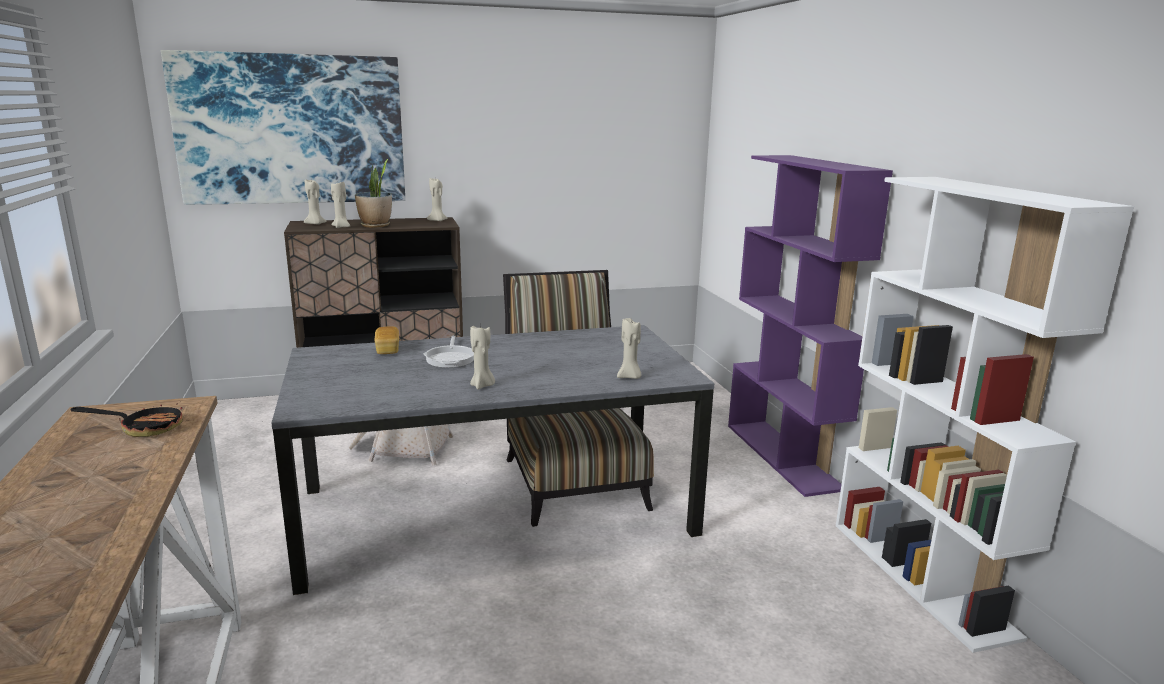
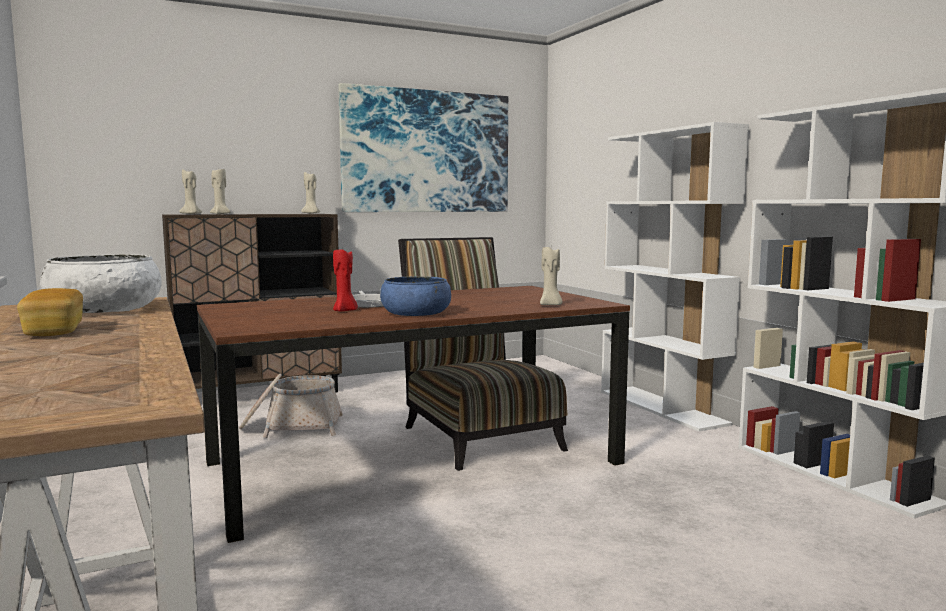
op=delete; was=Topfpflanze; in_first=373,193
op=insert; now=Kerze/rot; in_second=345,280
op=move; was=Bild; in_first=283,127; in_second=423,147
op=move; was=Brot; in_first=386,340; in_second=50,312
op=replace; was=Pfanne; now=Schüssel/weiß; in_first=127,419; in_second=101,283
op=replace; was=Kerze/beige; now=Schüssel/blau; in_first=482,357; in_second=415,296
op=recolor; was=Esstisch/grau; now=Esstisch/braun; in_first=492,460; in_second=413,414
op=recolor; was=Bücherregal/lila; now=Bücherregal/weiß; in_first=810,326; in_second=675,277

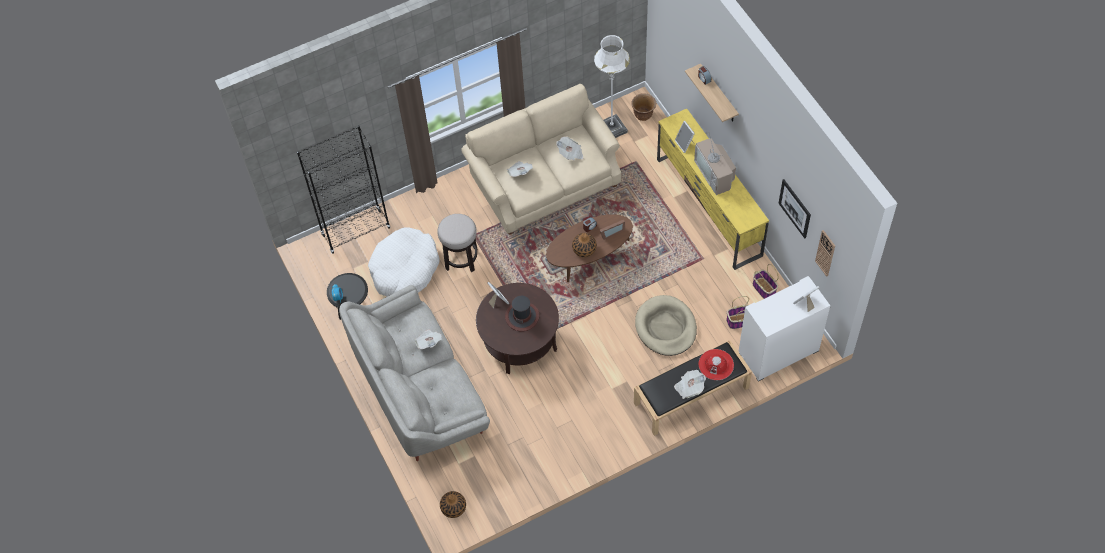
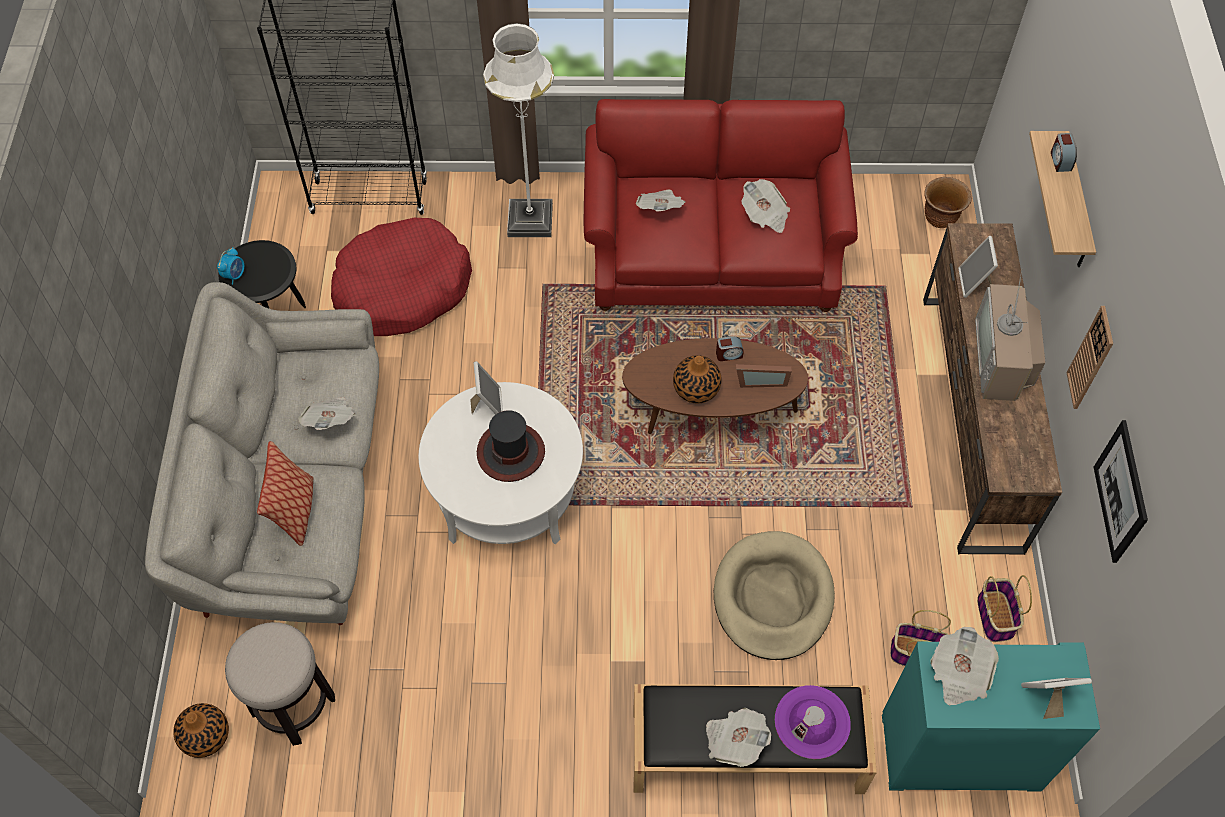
op=insert; now=Kissen; in_second=285,493
op=insert; now=Zeitung; in_second=965,666
op=move; was=Hocker; in_first=457,243; in_second=280,684
op=move; was=Stehlampe/weiß; in_first=612,86; in_second=518,130
op=move; was=Wanduhr; in_first=825,253; in_second=1090,357
op=recolor; was=Hundebett/weiß; now=Hundebett/rot; in_first=404,262; in_second=401,277
op=recolor; was=Sofa/beige; now=Sofa/rot; in_first=541,159; in_second=721,205
op=recolor; was=Couchtisch/braun; now=Couchtisch/weiß; in_first=517,328; in_second=500,463
op=recolor; was=Fernsehschrank/gelb; now=Fernsehschrank/braun; in_first=713,189; in_second=992,389
op=recolor; was=Hut/rot; now=Hut/lila; in_first=716,364; in_second=813,722
op=recolor; was=Schrank/weiß; now=Schrank/türkis; in_first=784,329; in_second=991,717

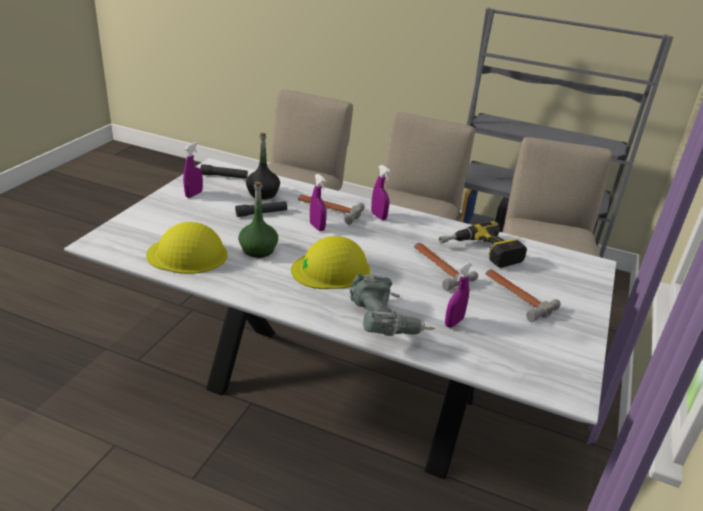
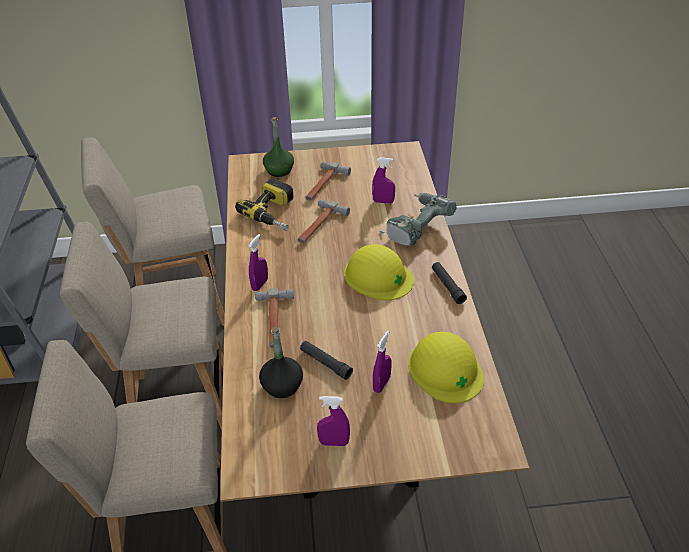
op=move; was=Taschenlampe/schwarz; in_first=224,171; in_second=449,283
op=move; was=Flasche/grün; in_first=258,220; in_second=278,147
op=move; was=Sprühflasche/lila; in_first=318,202; in_second=382,362
op=recolor; was=Esstisch/weiß; now=Esstisch/braun; in_first=340,318; in_second=375,321

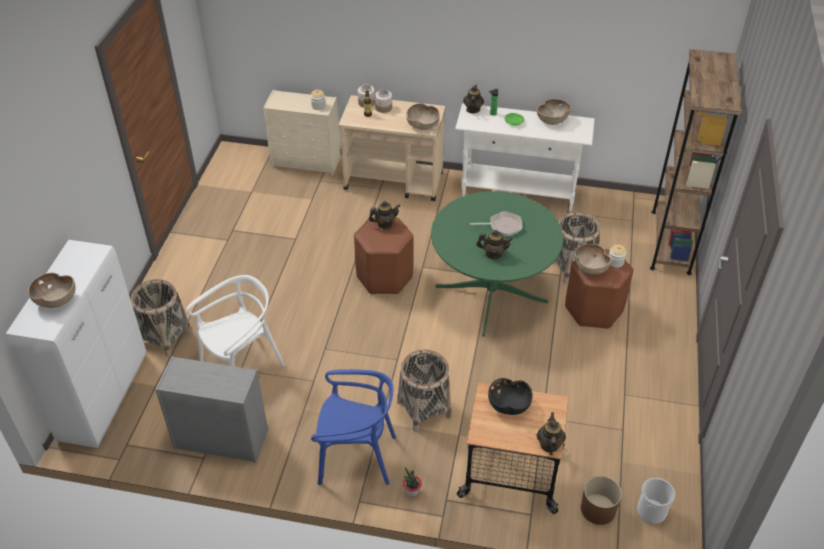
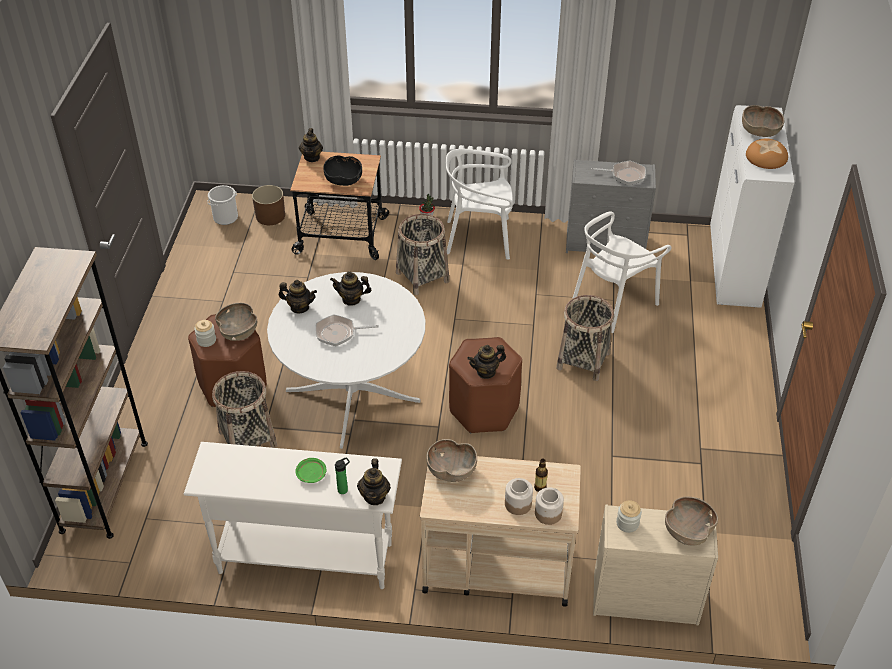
op=insert; now=Teekanne; in_second=298,296
op=insert; now=Pfanne; in_second=618,172
op=insert; now=Brot; in_second=767,154
op=move; was=Korb; in_first=161,318; in_second=585,338
op=move; was=Schüssel/braun; in_first=554,112; in_second=691,521
op=recolor; was=Stuhl/blau; now=Stuhl/weiß; in_first=353,427; in_second=479,204
op=recolor; was=Esstisch/grün; now=Esstisch/weiß; in_first=497,264; in_second=346,360

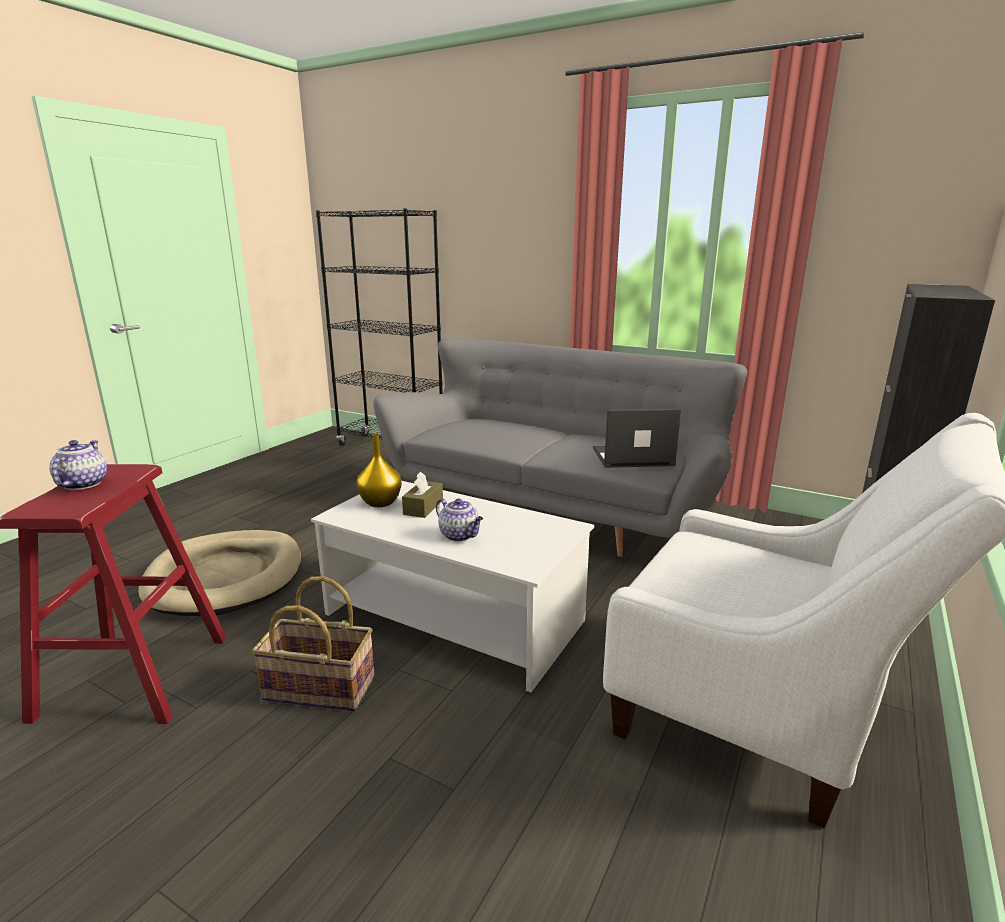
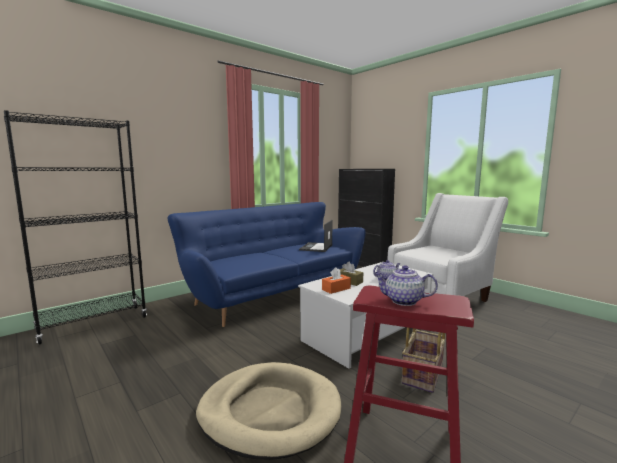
op=replace; was=Vase/gelb; now=Taschentuchbox/orange; in_first=379,470; in_second=336,280
op=recolor; was=Sofa/grau; now=Sofa/blau; in_first=560,447; in_second=266,264

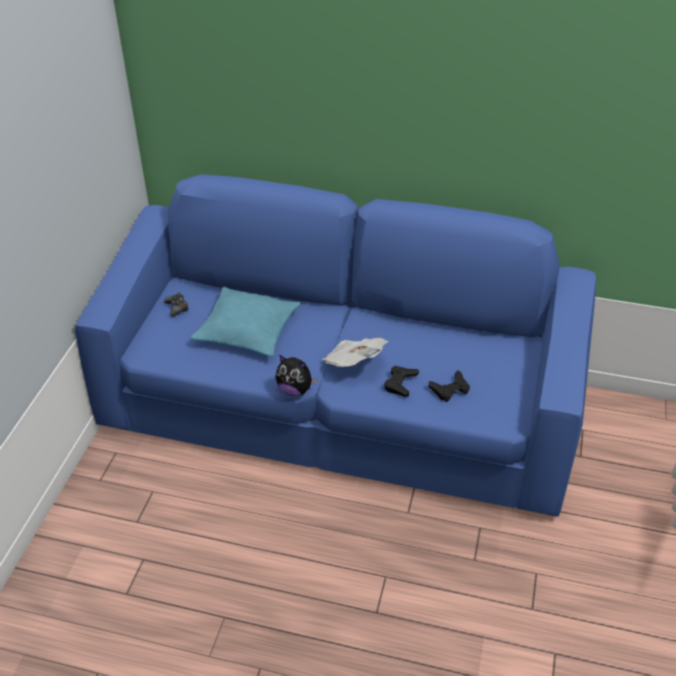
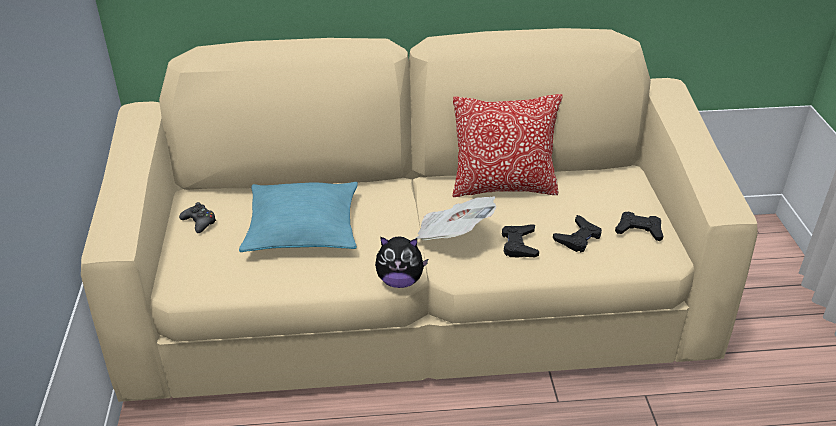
op=insert; now=Kissen; in_second=507,145
op=insert; now=Gamepad/schwarz; in_second=639,226
op=recolor; was=Sofa/blau; now=Sofa/beige; in_first=335,345; in_second=419,215

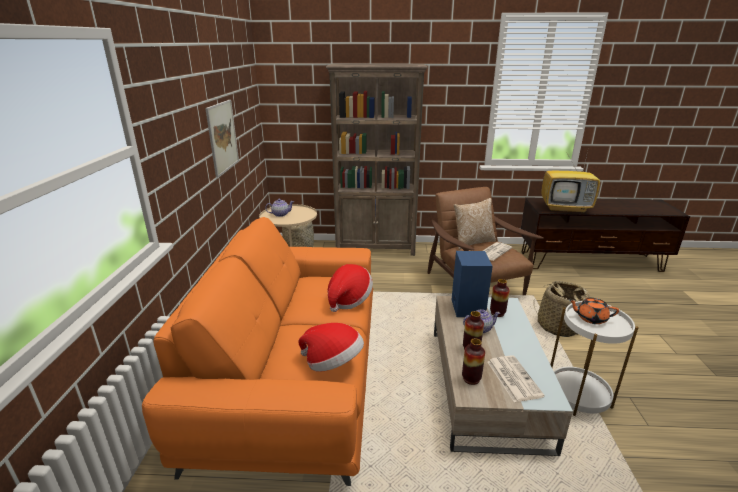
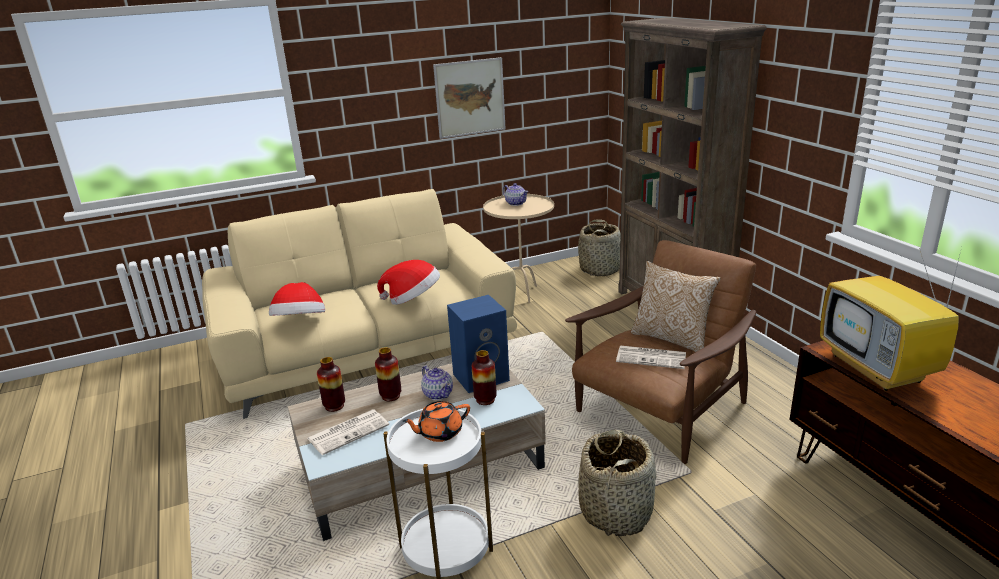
op=recolor; was=Sofa/orange; now=Sofa/beige; in_first=257,351; in_second=359,304
op=rotate; was=Teekanne/orange; in_first=593,311; in_second=436,421; clockwise=-105

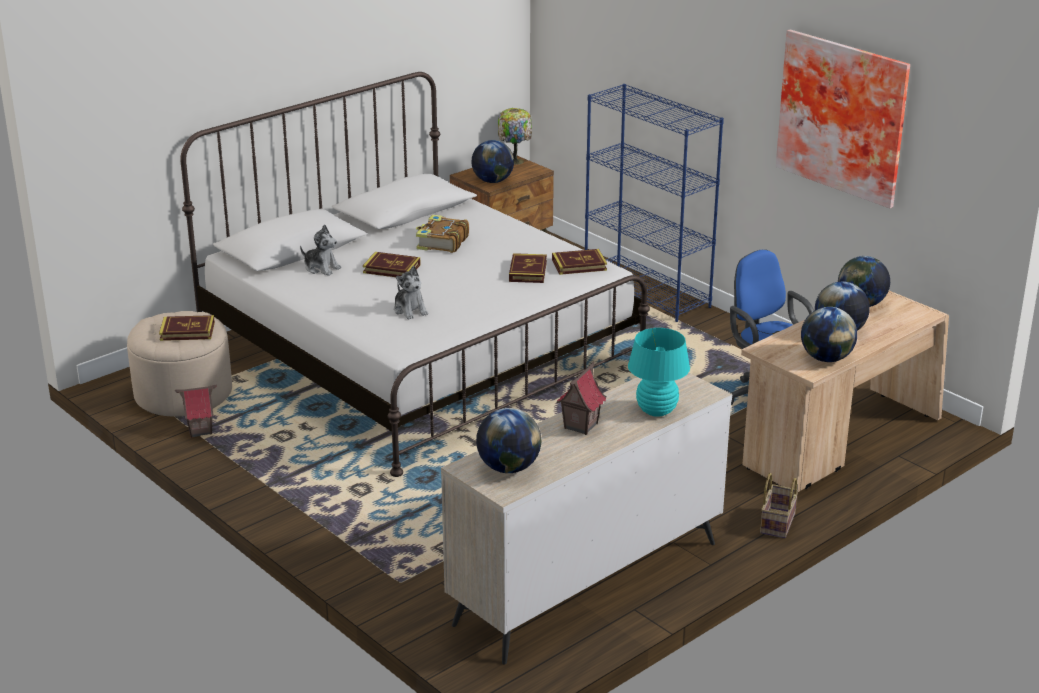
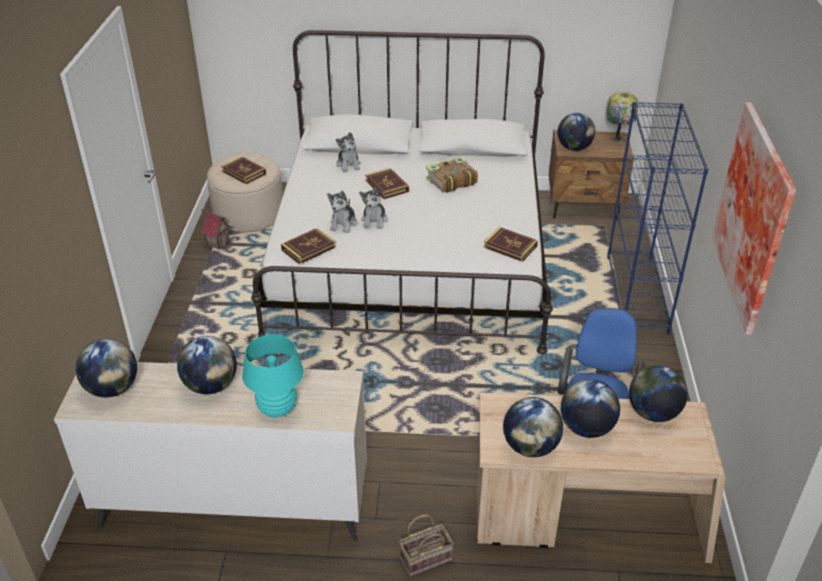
op=insert; now=Plüschtier; in_second=373,208
op=move; was=Buch; in_first=528,268; in_second=308,246
op=replace; was=Spielzeughaus; now=Globus; in_first=581,398; in_second=207,365

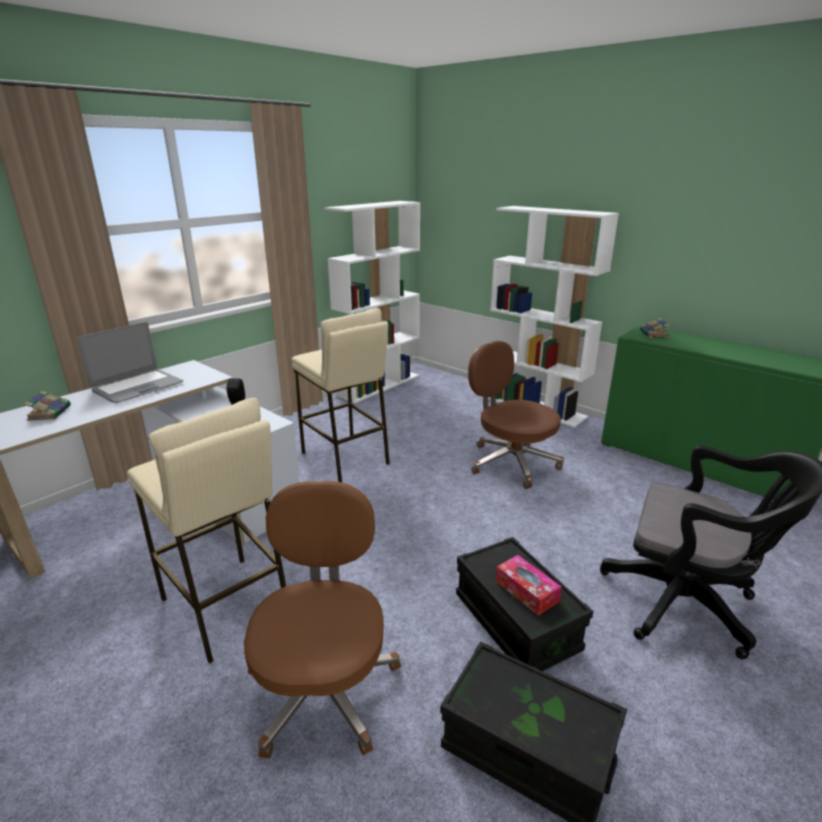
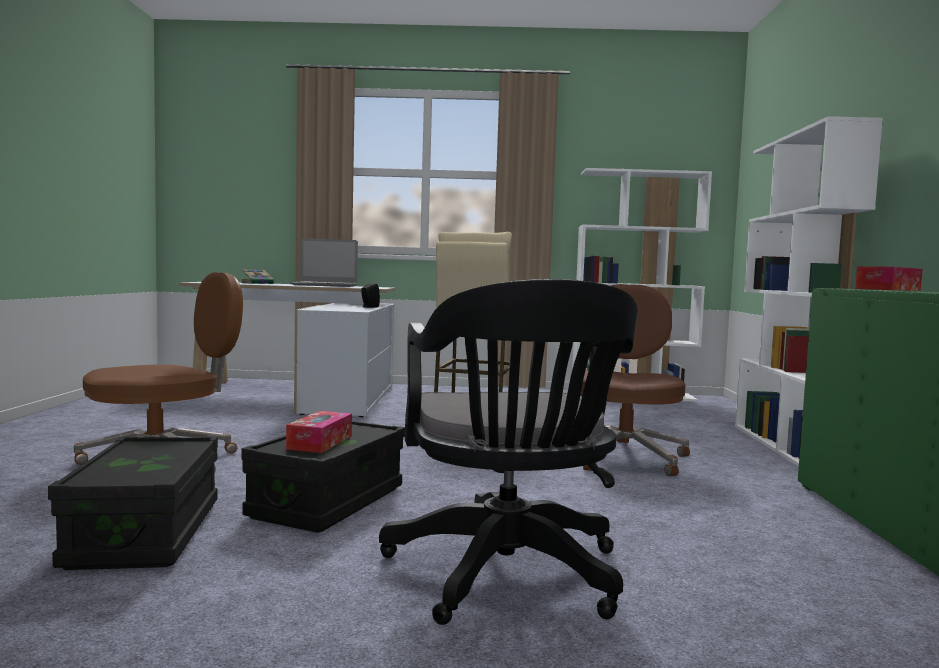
op=delete; was=Hocker/beige; in_first=206,531
op=replace; was=Buch; now=Taschentuchbox; in_first=655,328; in_second=889,278

